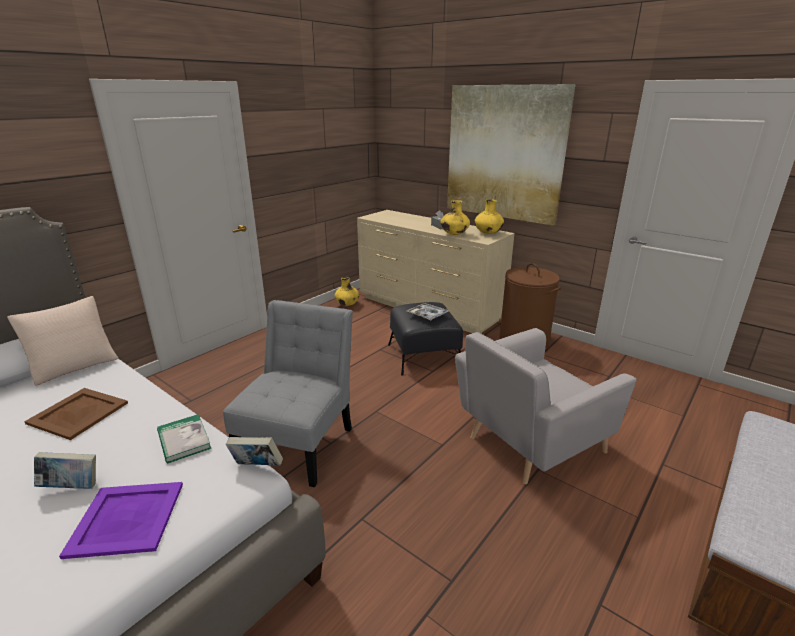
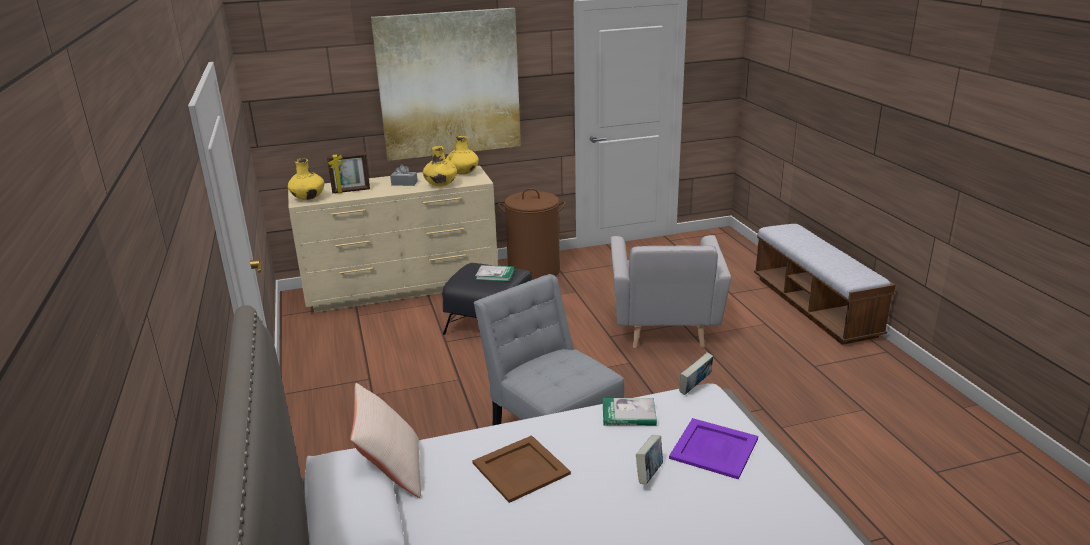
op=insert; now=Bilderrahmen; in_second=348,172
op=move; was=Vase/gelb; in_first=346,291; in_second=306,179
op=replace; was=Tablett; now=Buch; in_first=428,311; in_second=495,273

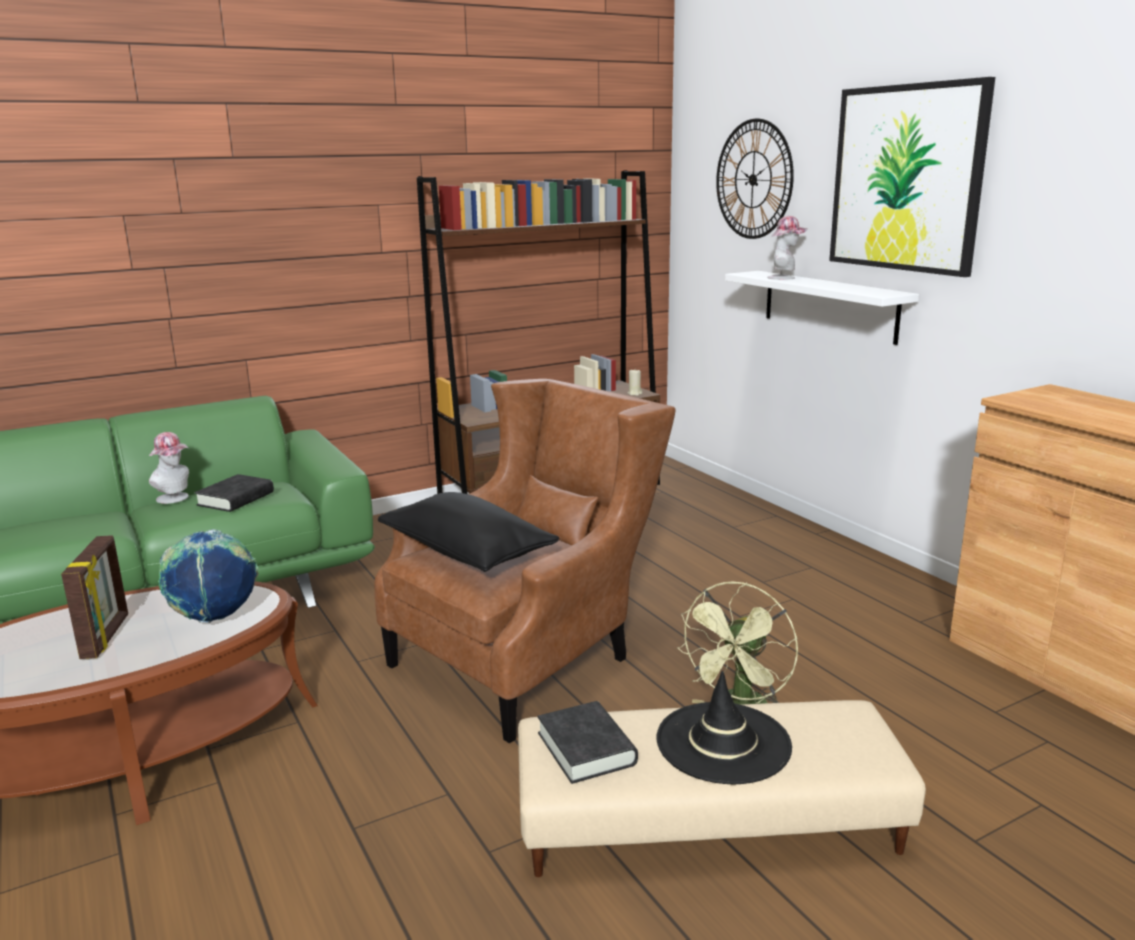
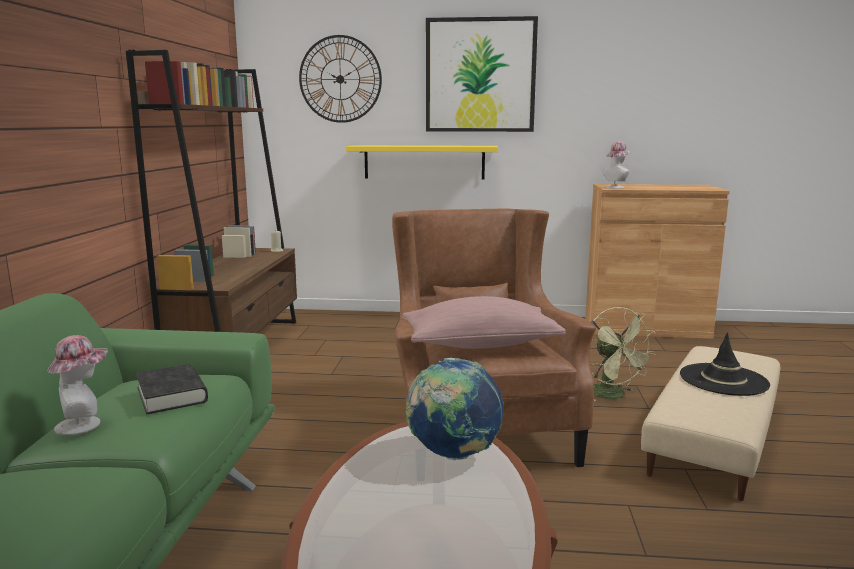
op=delete; was=Bilderrahmen; in_first=94,597
op=delete; was=Buch/schwarz; in_first=588,742
op=move; was=Hut; in_first=788,248; in_second=616,165
op=recolor; was=Kissen/schwarz; now=Kissen/rosa; in_first=468,532; in_second=484,322
op=recolor; was=Wandregal/weiß; now=Wandregal/gelb; in_first=822,308; in_second=422,162

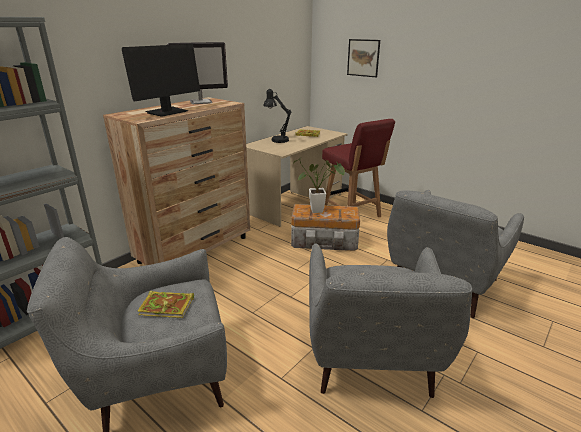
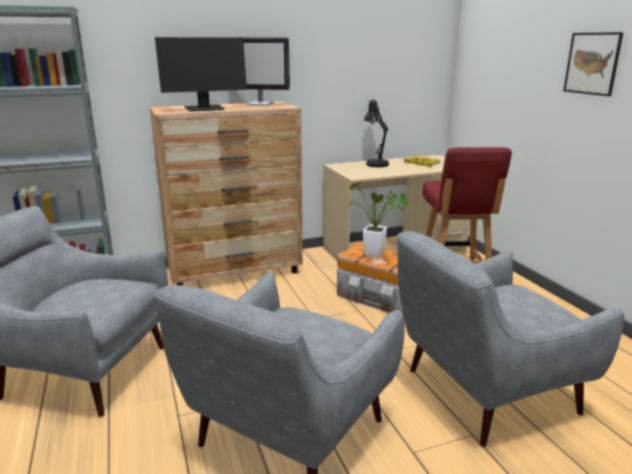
op=delete; was=Buch; in_first=166,304
op=move; was=Bild; in_first=363,58; in_second=593,64

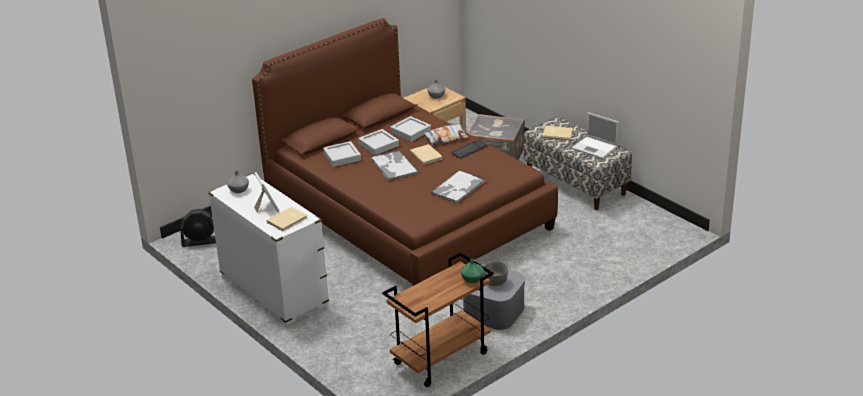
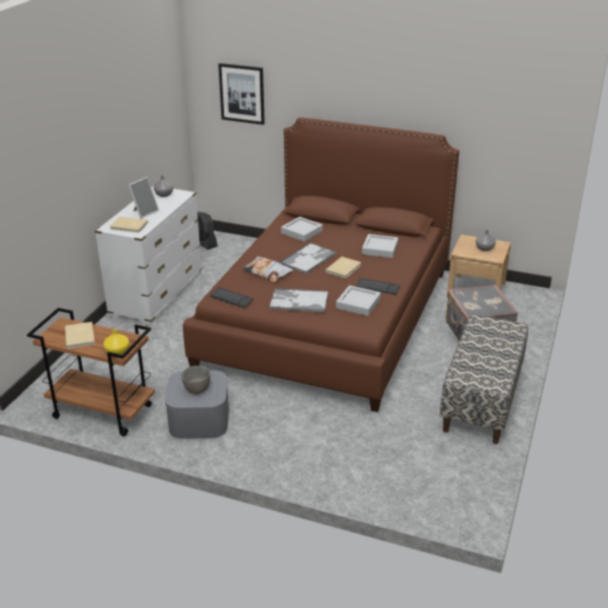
op=delete; was=Laptop; in_first=595,135
op=insert; now=Tastatur; in_second=231,297
op=insert; now=Bild; in_second=241,94
op=move; was=Tablett/grau; in_first=378,142; in_second=358,300
op=move; was=Kissen; in_first=446,134; in_second=267,269
op=move; was=Buch/beige; in_first=557,133; in_second=80,335
op=recolor; was=Vase/grün; now=Vase/gelb; in_first=472,271; in_second=116,342

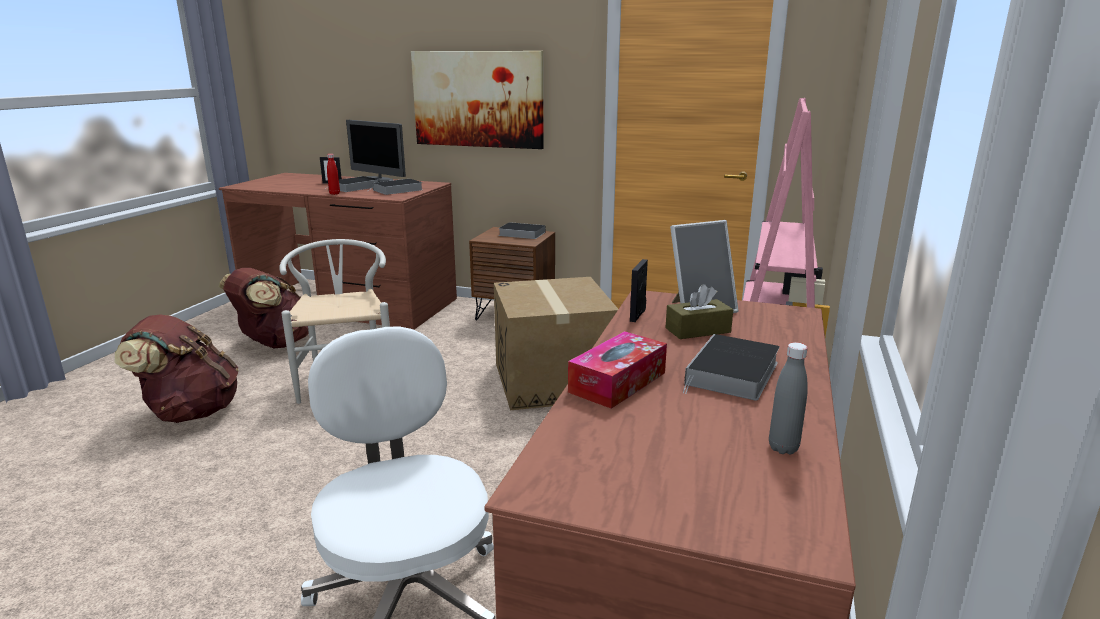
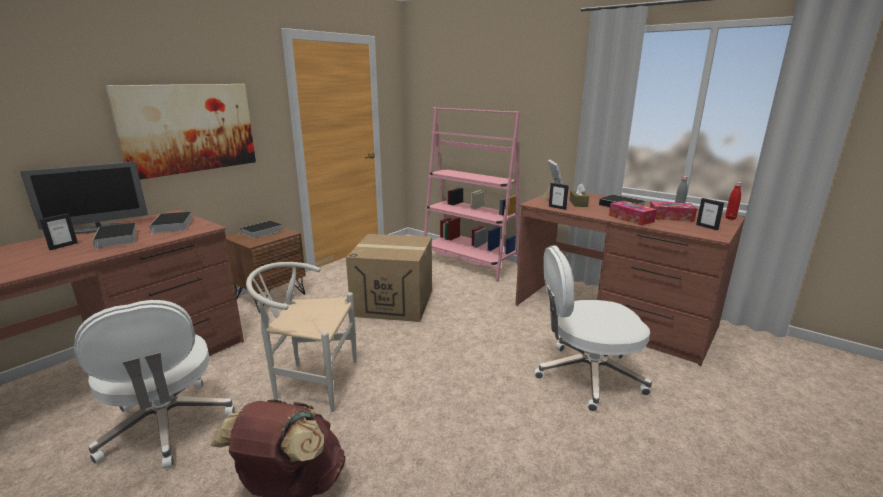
op=insert; now=Taschentuchbox; in_second=673,211
op=insert; now=Bilderrahmen; in_second=710,214
op=move; was=Flasche/rot; in_first=333,174; in_second=733,201
op=replace; was=Rucksack/braun; now=Bürostuhl/weiß; in_first=264,308; in_second=154,384

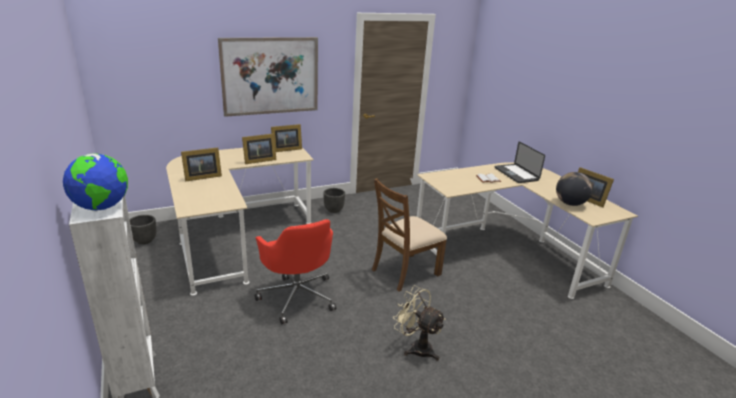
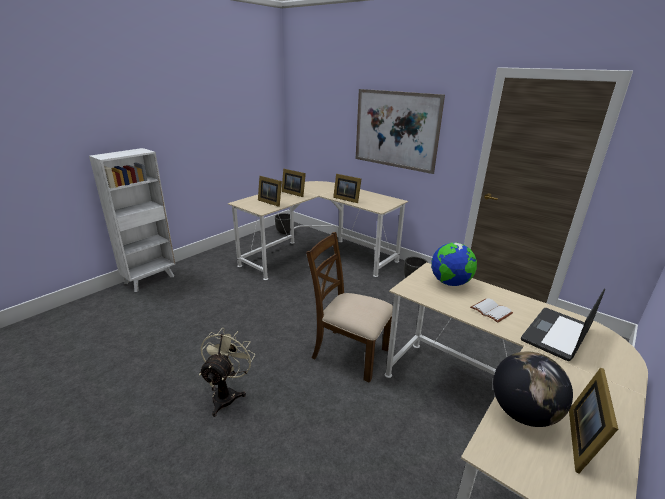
op=delete; was=Bürostuhl/rot; in_first=295,271
op=move; was=Globus; in_first=95,182; in_second=454,264
op=move; was=Bilderrahmen; in_first=286,138; in_second=270,191

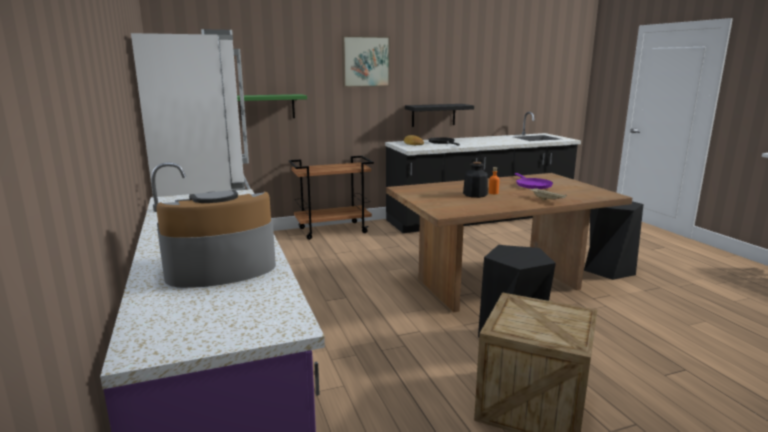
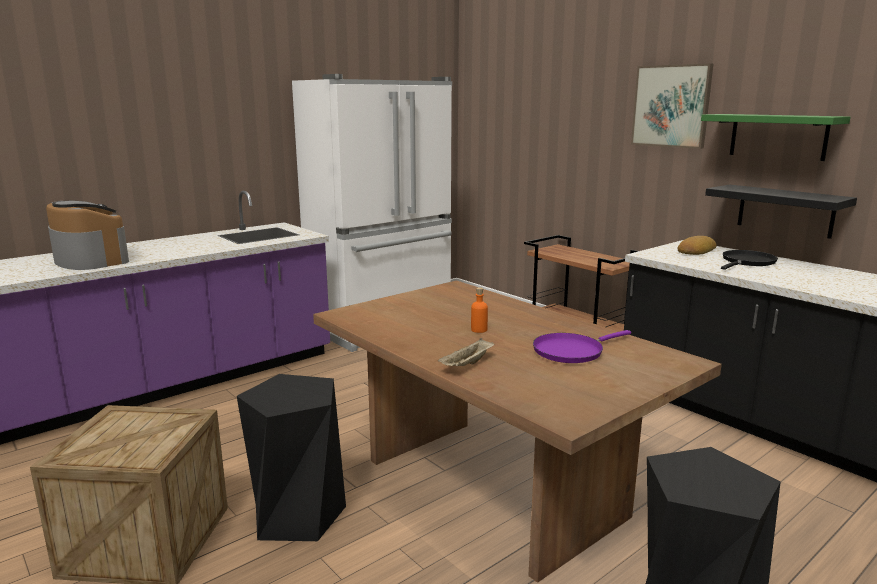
op=delete; was=Flasche; in_first=475,180
op=move; was=Wandregal/grün; in_first=272,107; in_second=775,137

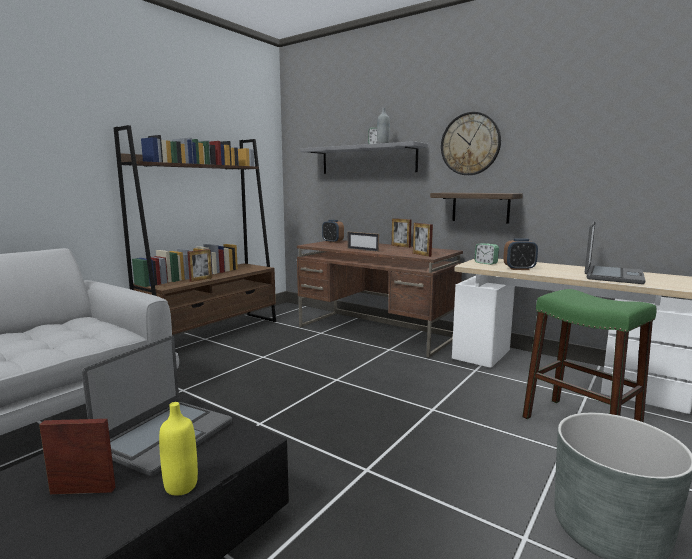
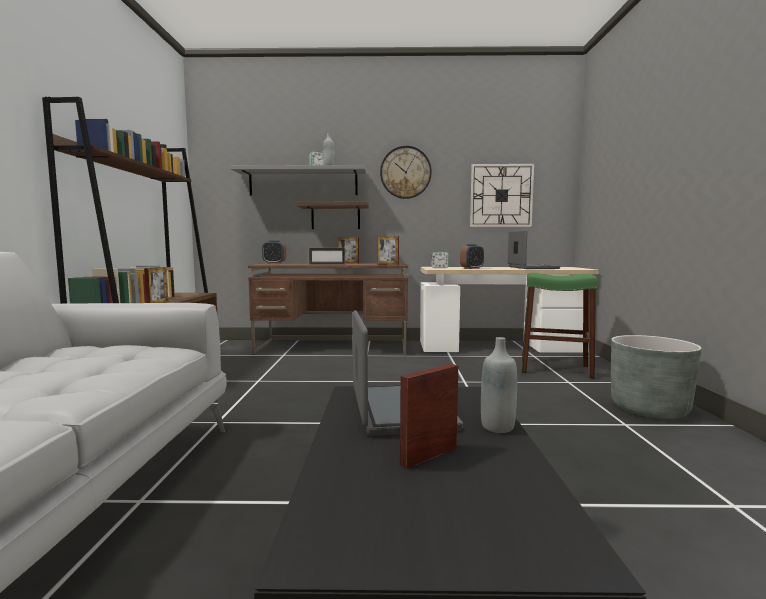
op=insert; now=Wanduhr; in_second=502,195
op=move; was=Wandregal; in_first=476,208; in_second=332,215
op=recolor; was=Flasche/gelb; now=Flasche/grau; in_first=178,449; in_second=499,385

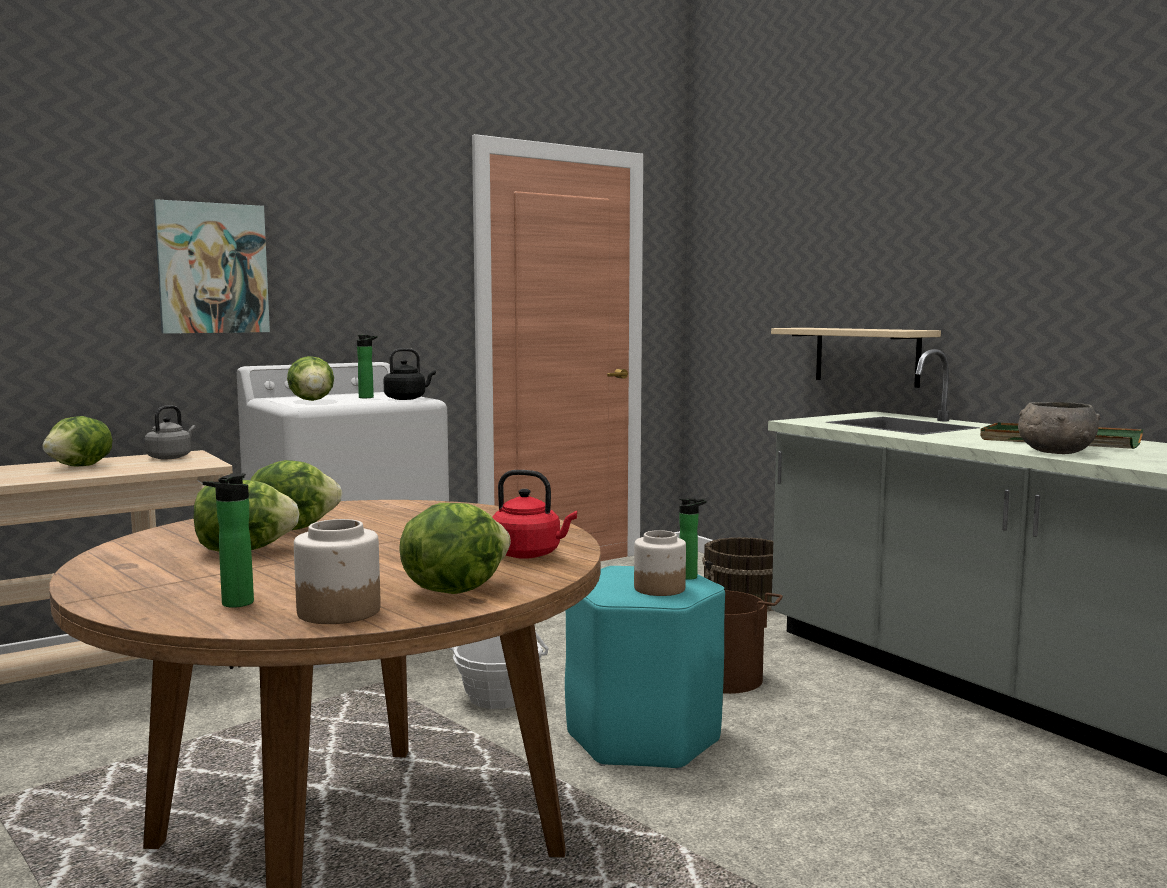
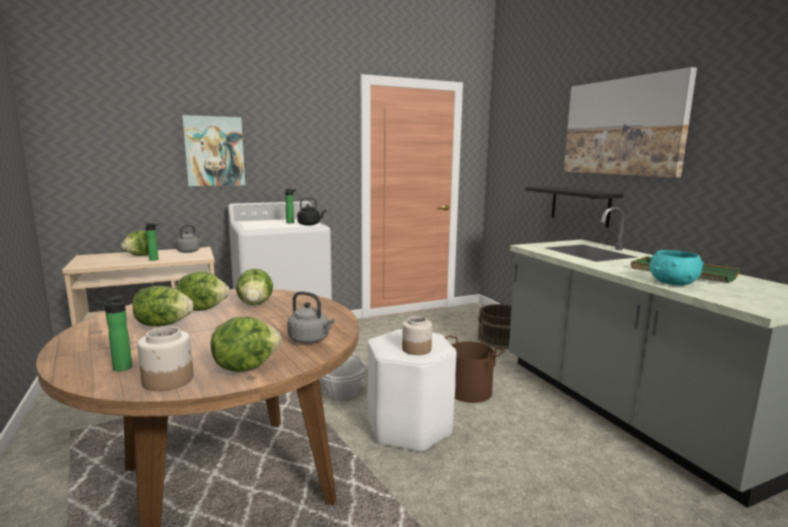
op=insert; now=Bild; in_second=630,122
op=move; was=Salatkopf; in_first=310,378; in_second=254,287
op=move; was=Flasche; in_first=693,538; in_second=152,242
op=recolor; was=Wasserkessel/rot; now=Wasserkessel/grau; in_first=534,514; in_second=311,317
op=recolor; was=Hocker/türkis; now=Hocker/weiß; in_first=645,668; in_second=412,390
op=recolor; was=Wandregal/beige; now=Wandregal/schwarz; in_first=856,358; in_second=574,207
op=recolor; was=Schüssel/grau; now=Schüssel/türkis; in_first=1059,428; in_second=676,268

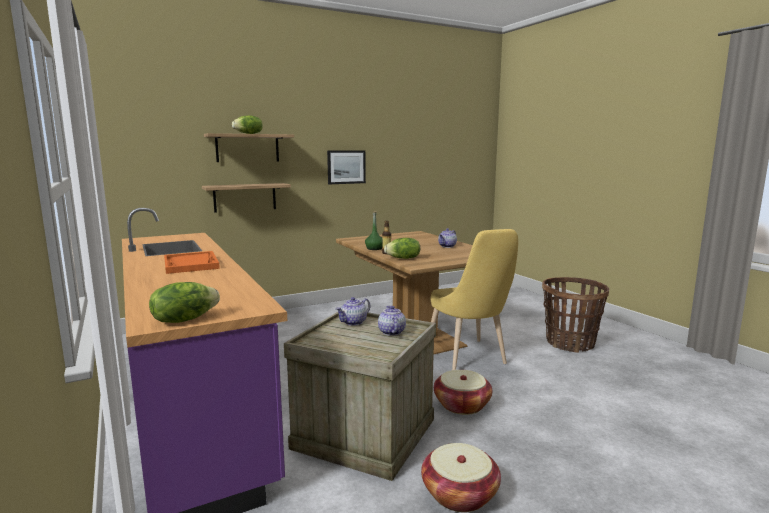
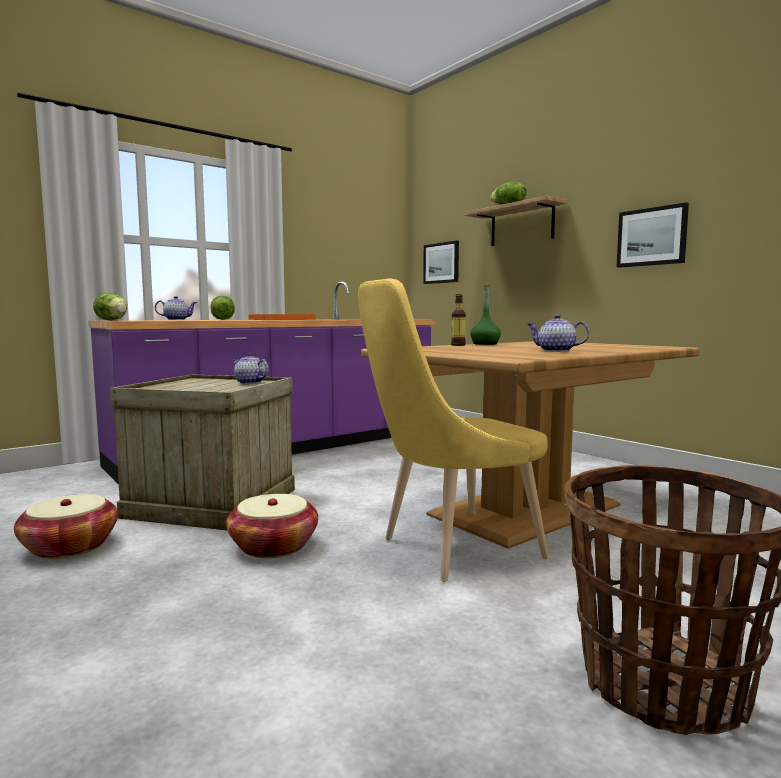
op=delete; was=Wandregal; in_first=246,198
op=insert; now=Bild; in_second=441,262
op=move; was=Teekanne; in_first=392,321; in_second=176,308
op=move; was=Salatkopf; in_first=402,248; in_second=222,308

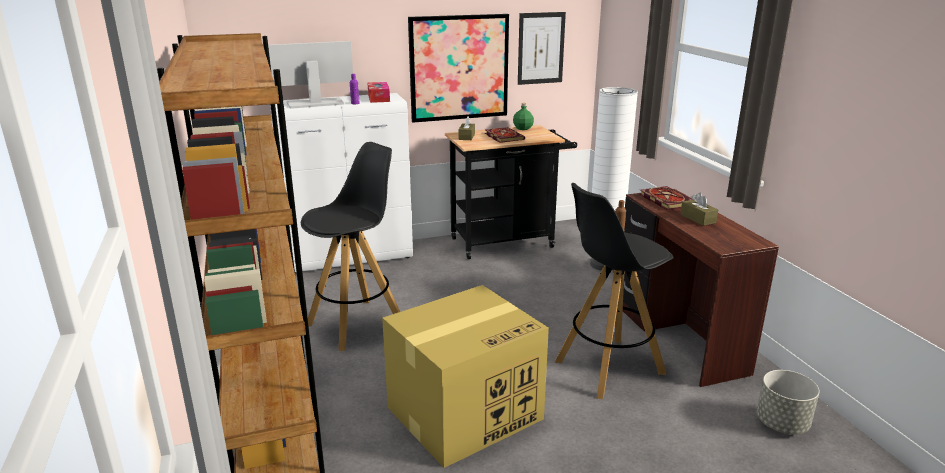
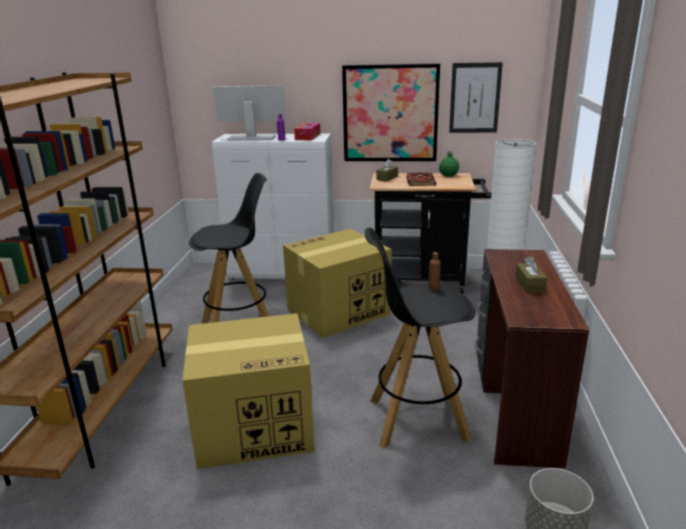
op=delete; was=Buch; in_first=666,198
op=insert; now=Karton; in_second=337,283

